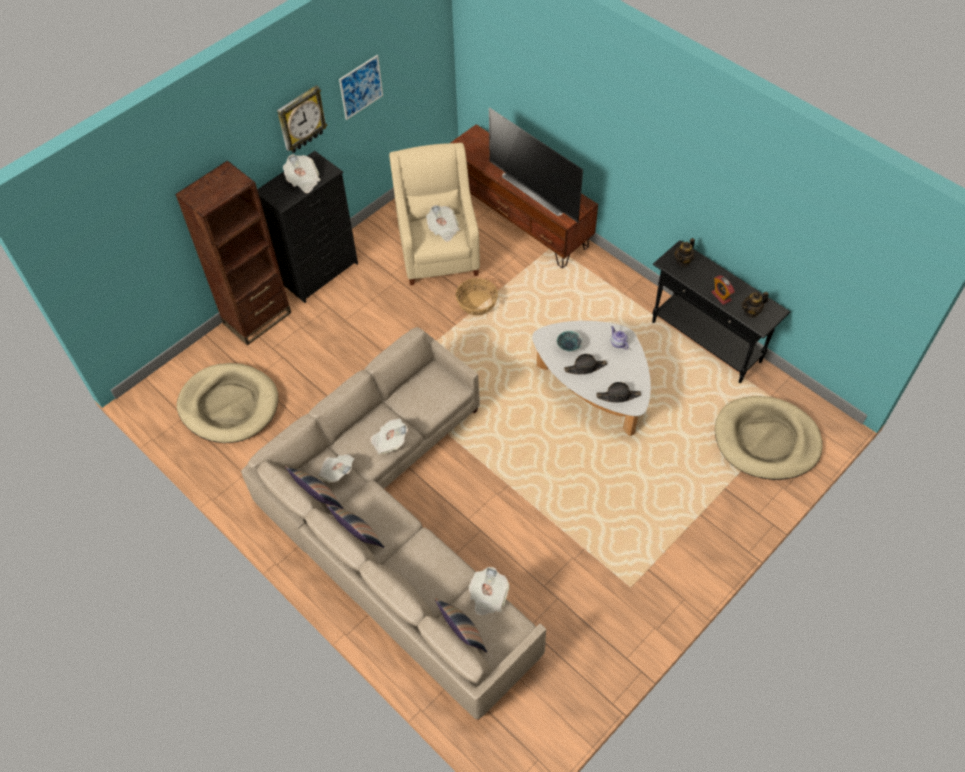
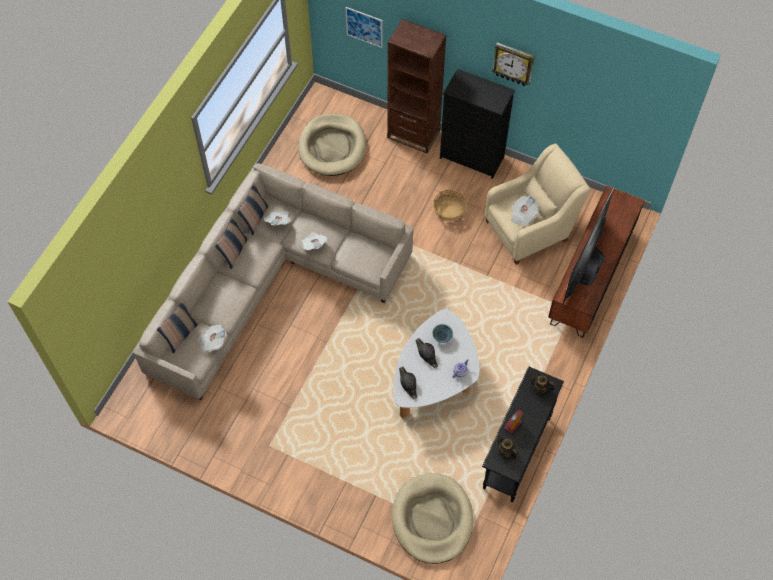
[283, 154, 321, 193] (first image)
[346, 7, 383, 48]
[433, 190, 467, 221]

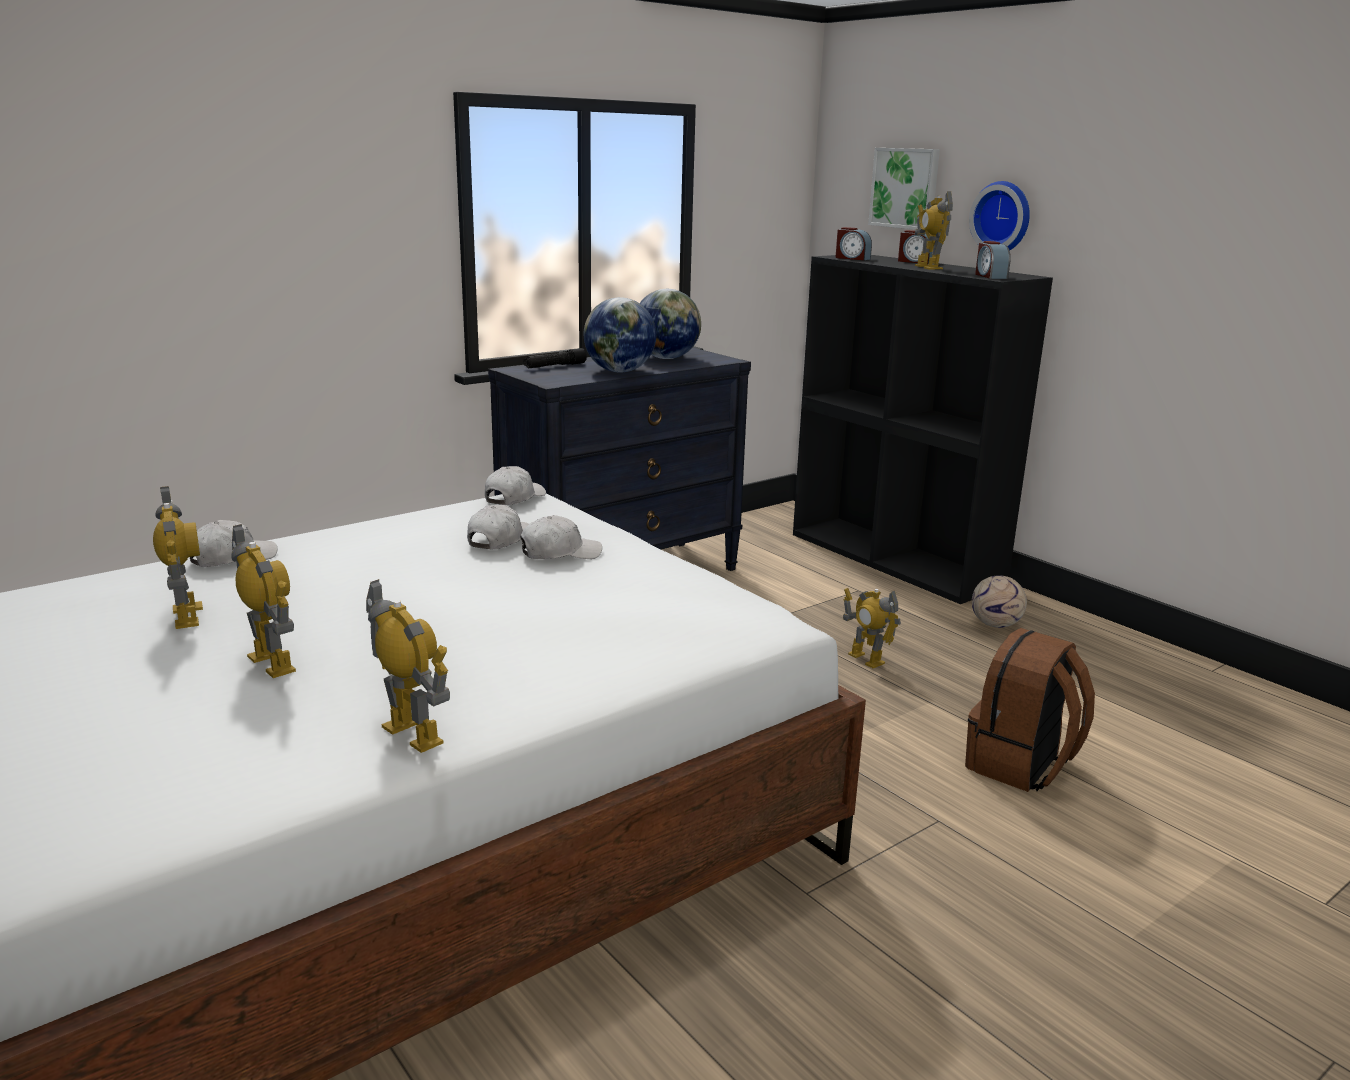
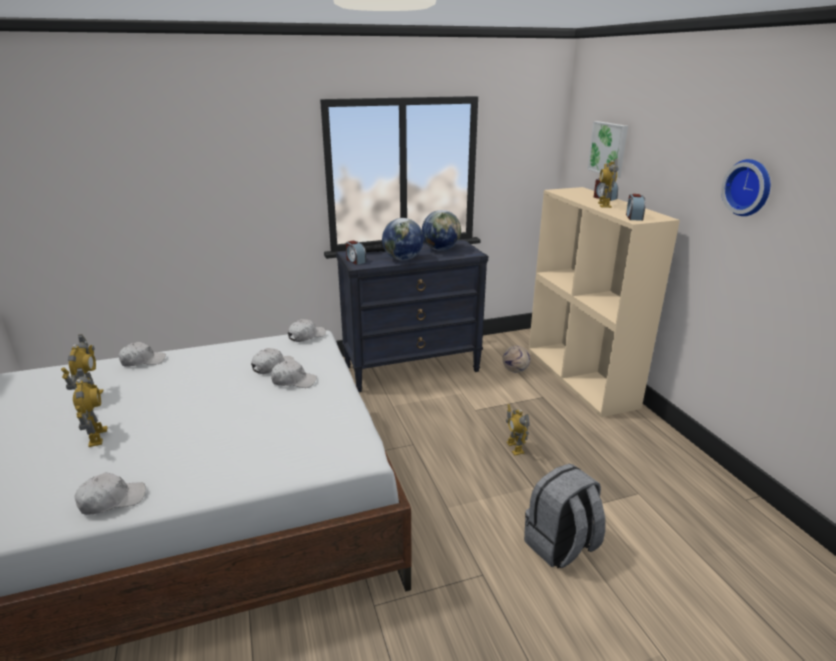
[346, 241, 366, 265]
[721, 159, 770, 216]
[503, 346, 530, 373]
[74, 472, 146, 515]
[529, 187, 680, 417]
[524, 464, 605, 568]

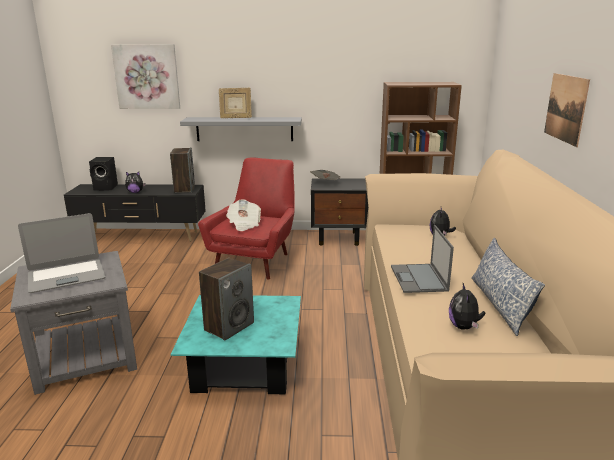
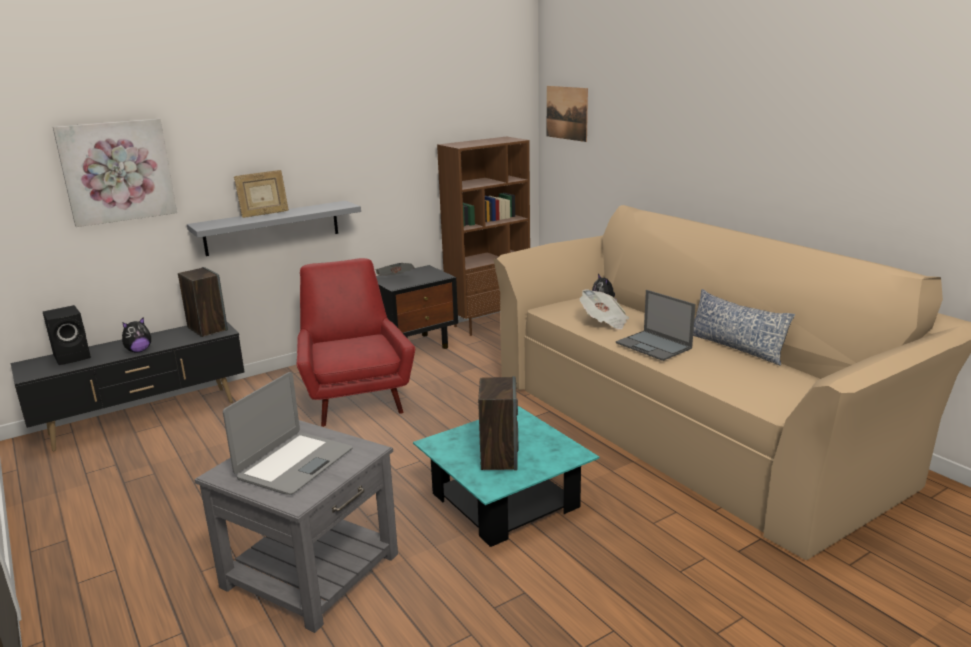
[449, 283, 485, 330] (first image)
[580, 289, 629, 330]
[547, 86, 588, 142]

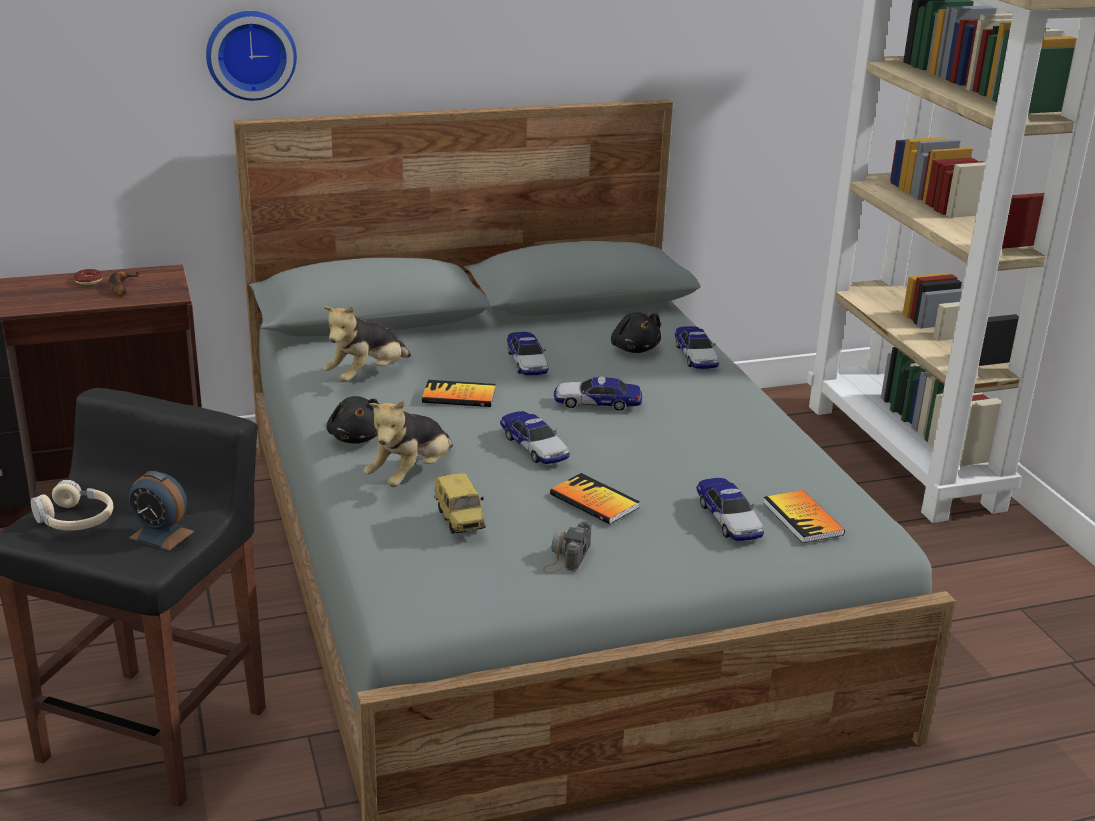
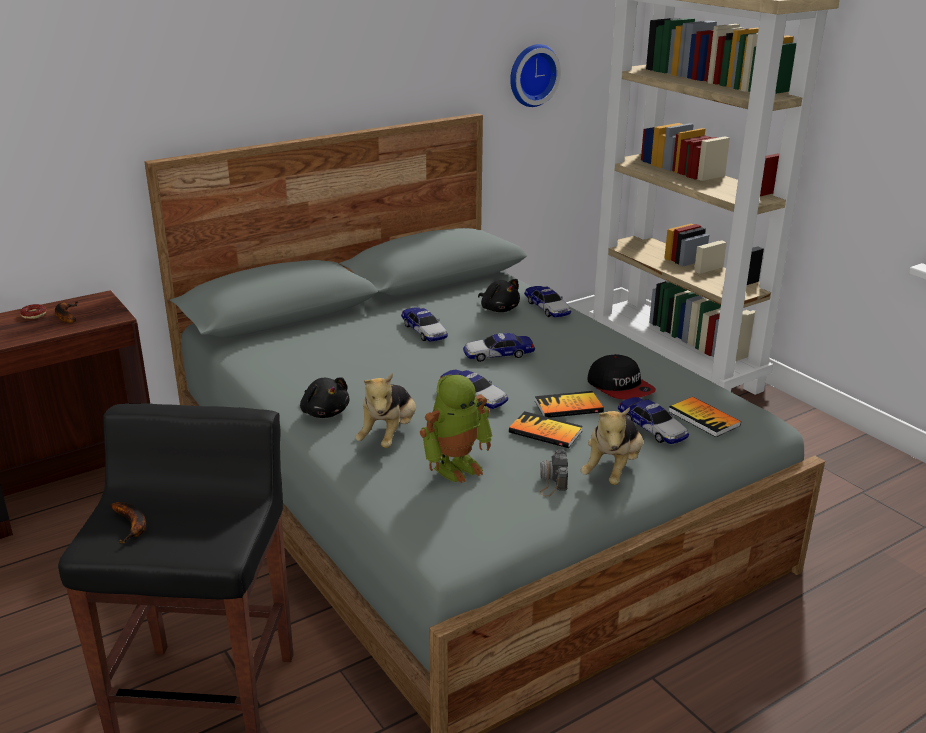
[129, 471, 194, 551] (first image)
[587, 354, 656, 400]
[510, 44, 561, 107]
[581, 407, 643, 485]
[535, 391, 604, 418]
[110, 502, 146, 544]
[420, 374, 493, 483]

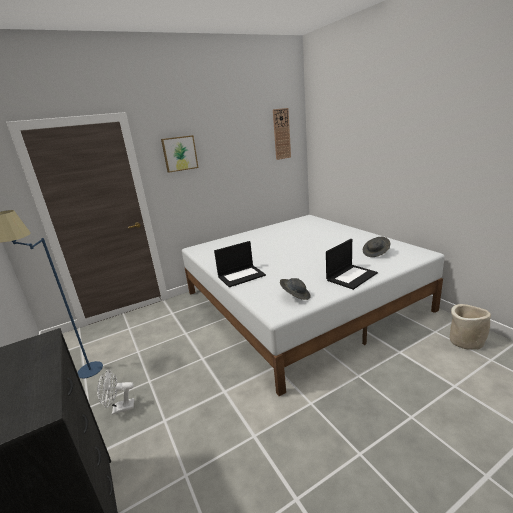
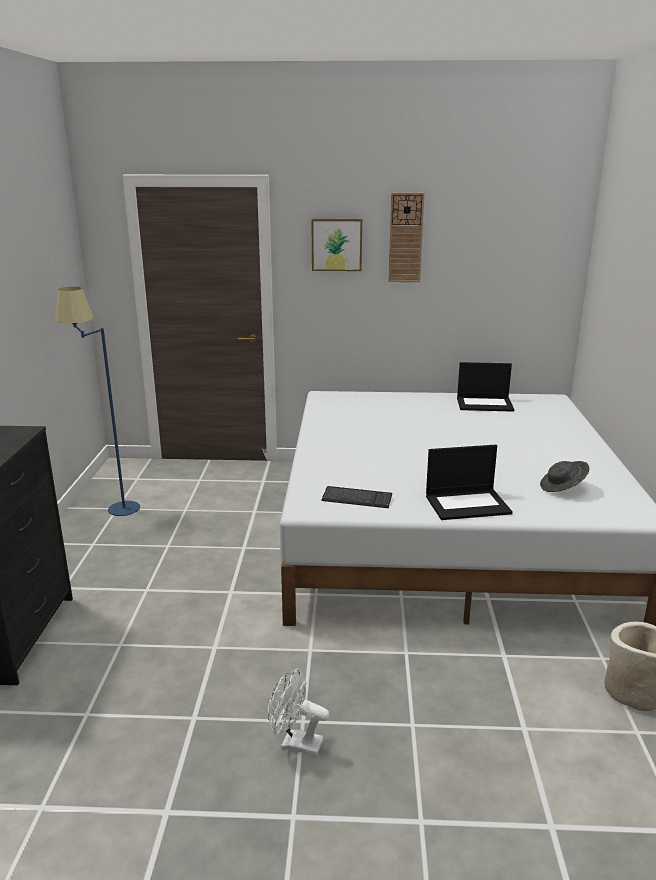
[268, 668, 329, 756]
[457, 362, 514, 412]
[388, 193, 424, 282]
[321, 486, 392, 508]

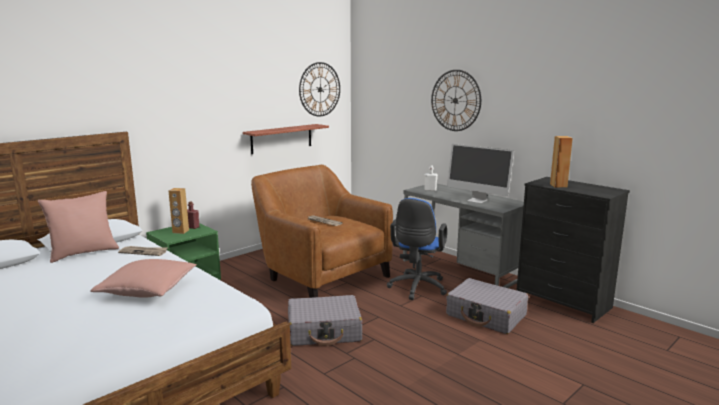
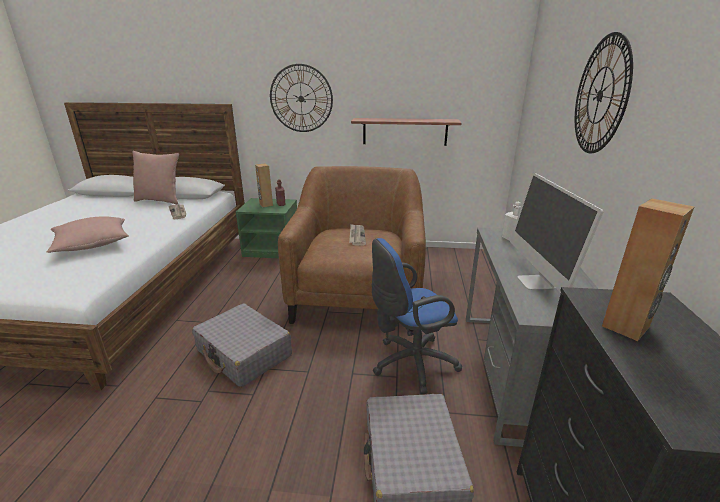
[270, 64, 333, 132]

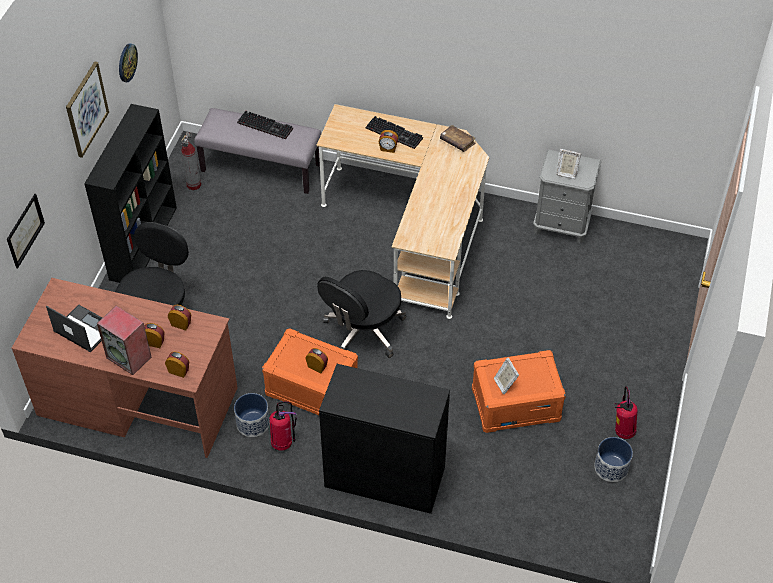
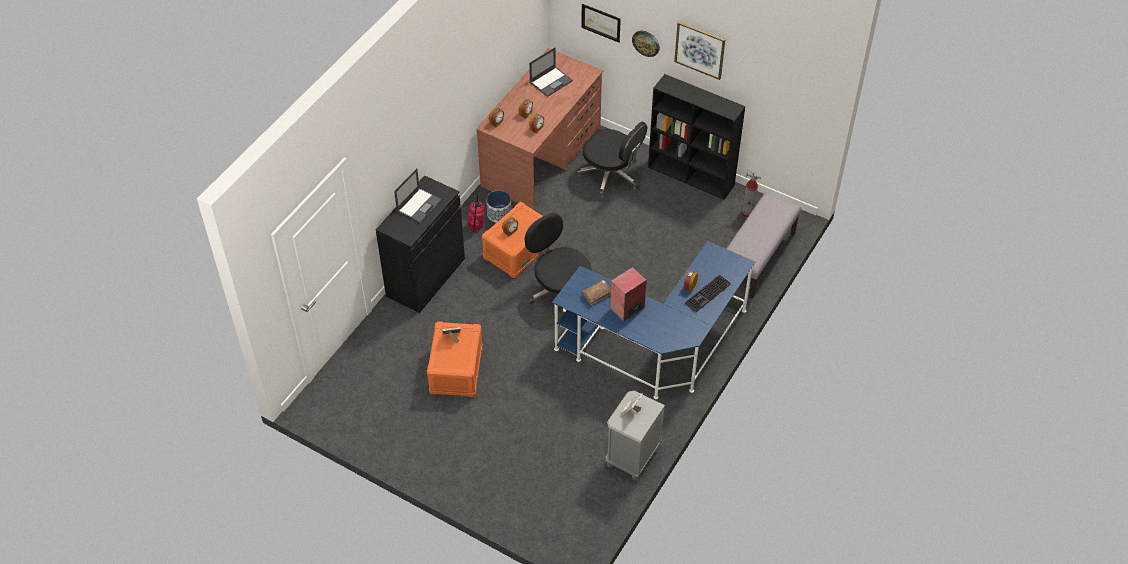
[237, 110, 293, 139] (first image)
[594, 437, 633, 482] (first image)
[615, 386, 637, 439] (first image)
[394, 168, 442, 223]
[610, 267, 647, 321]
[632, 31, 660, 57]
[581, 279, 611, 306]
[552, 241, 755, 399]

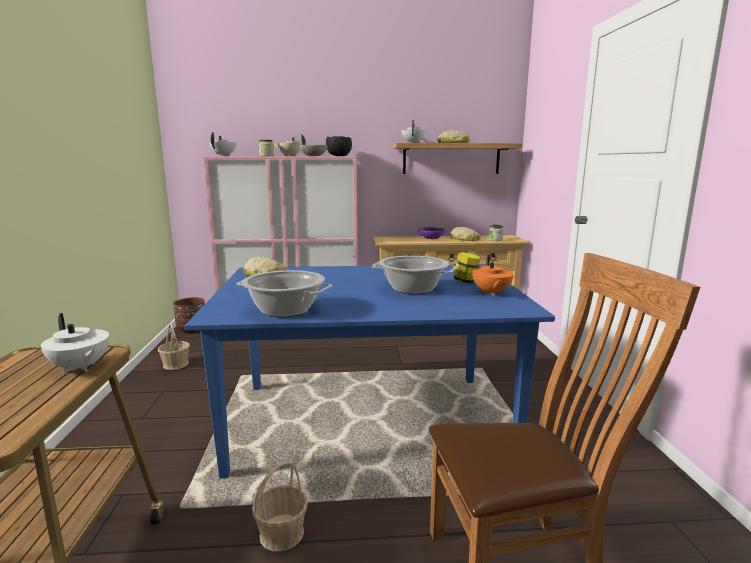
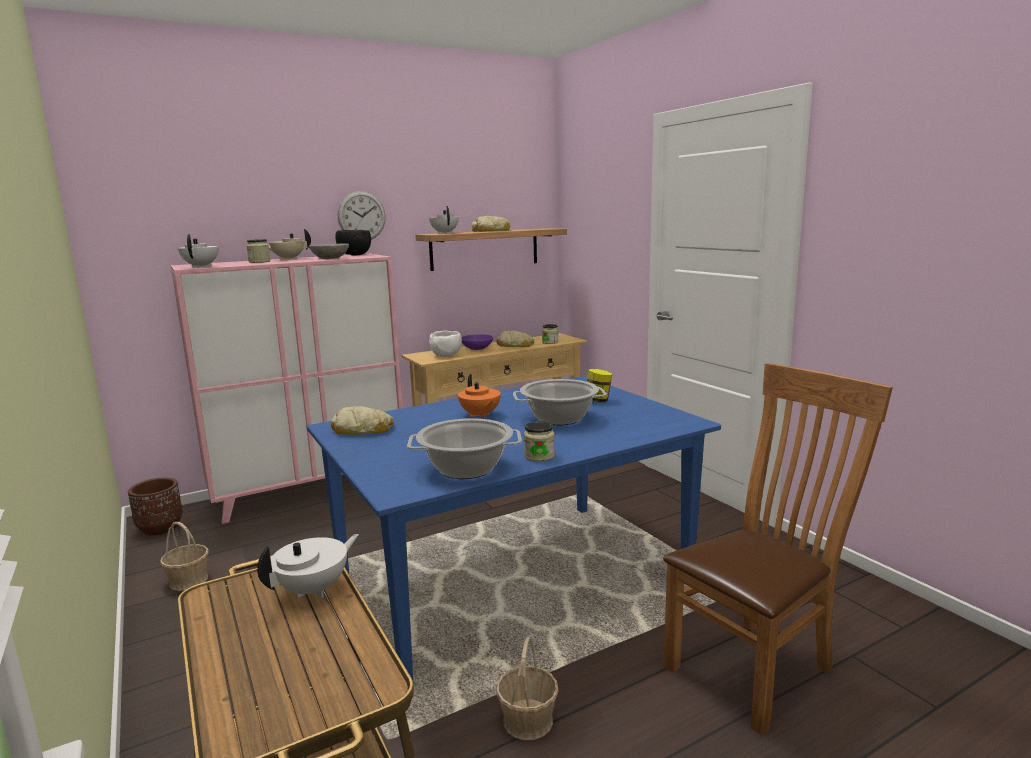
[338, 191, 386, 240]
[429, 330, 462, 357]
[524, 421, 555, 462]
[458, 374, 501, 418]
[257, 534, 359, 598]

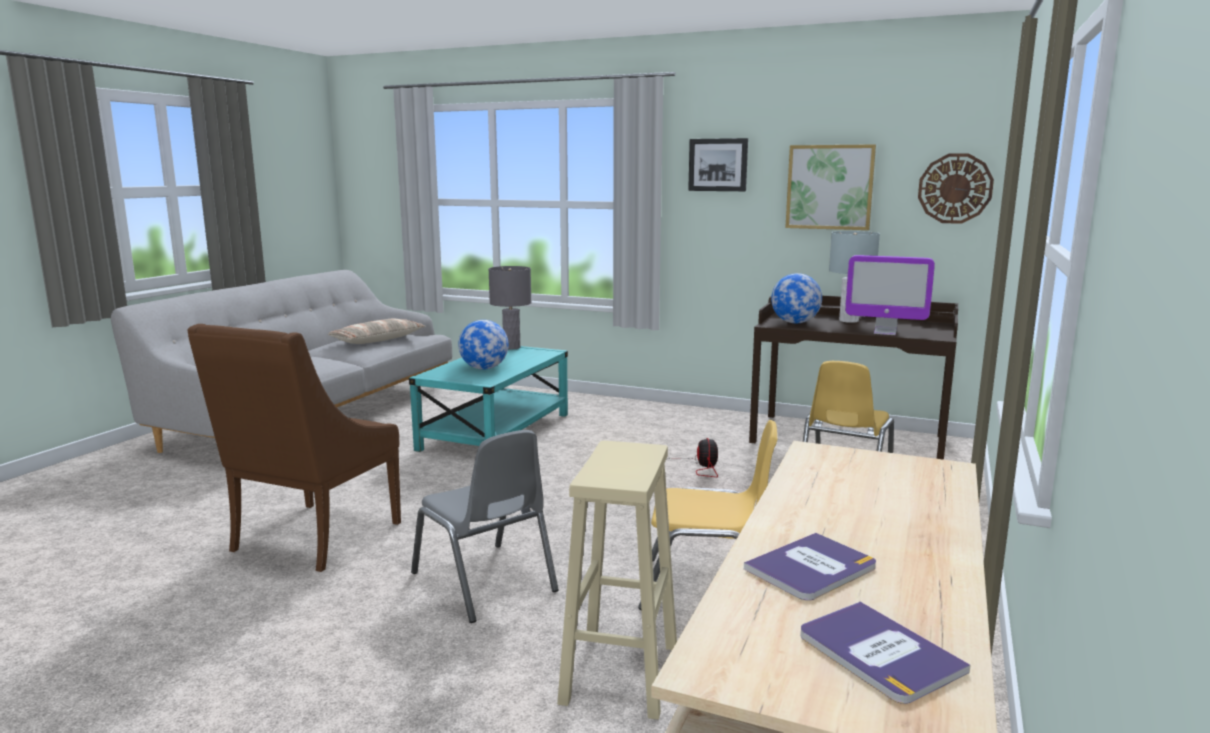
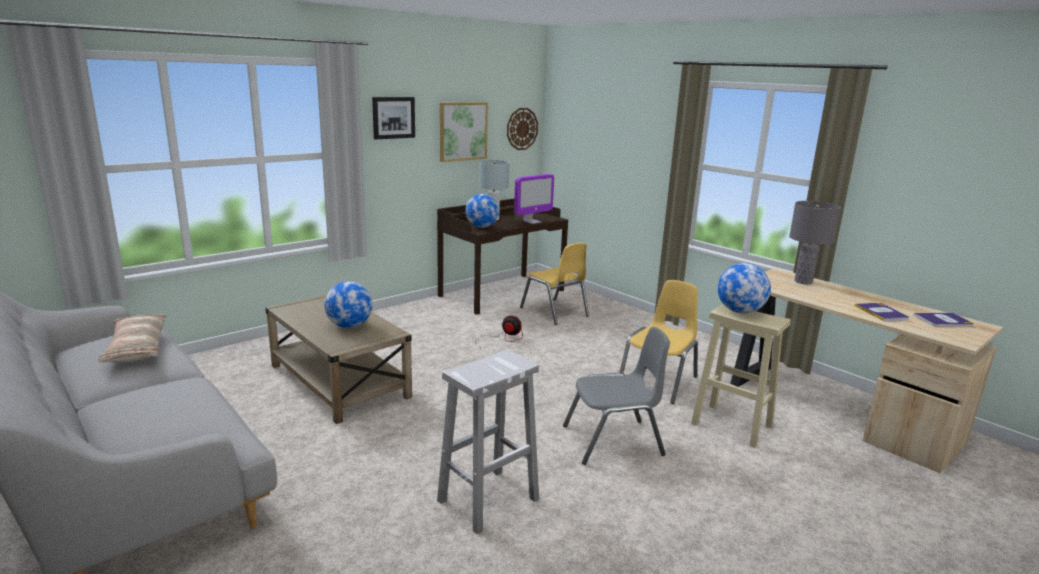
[718, 263, 771, 313]
[789, 201, 841, 285]
[437, 349, 539, 534]
[265, 295, 412, 424]

